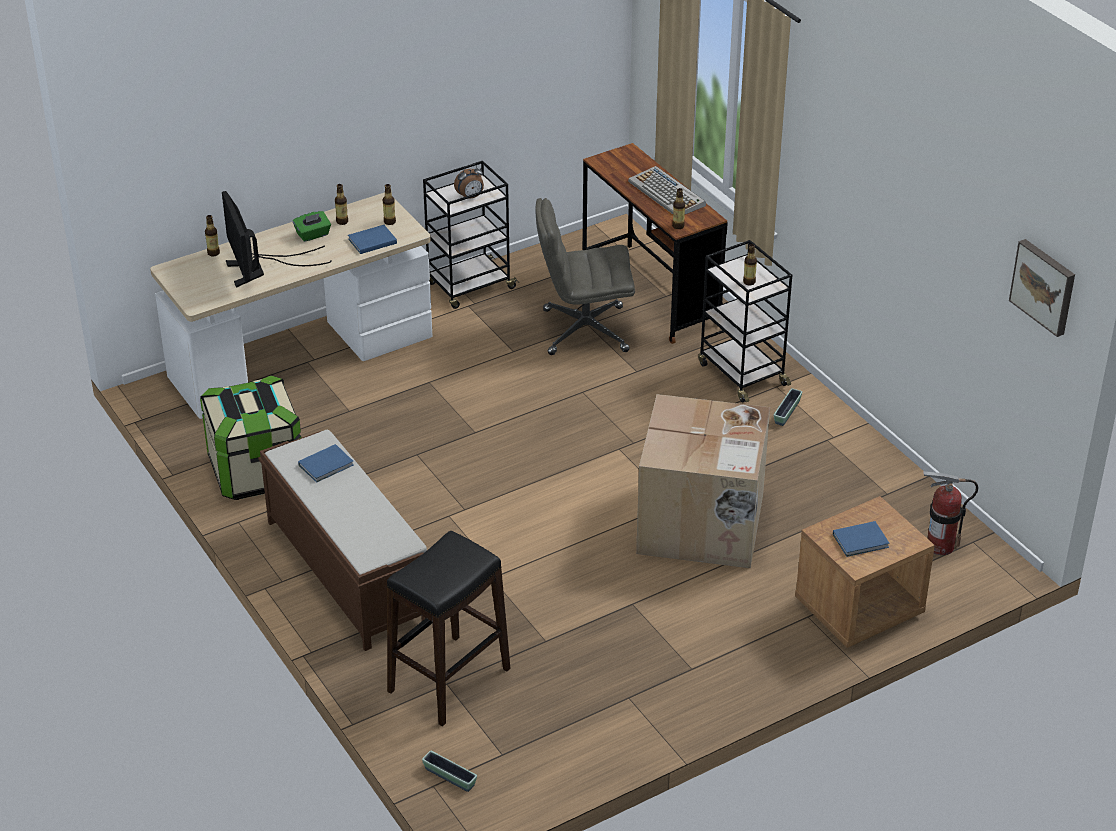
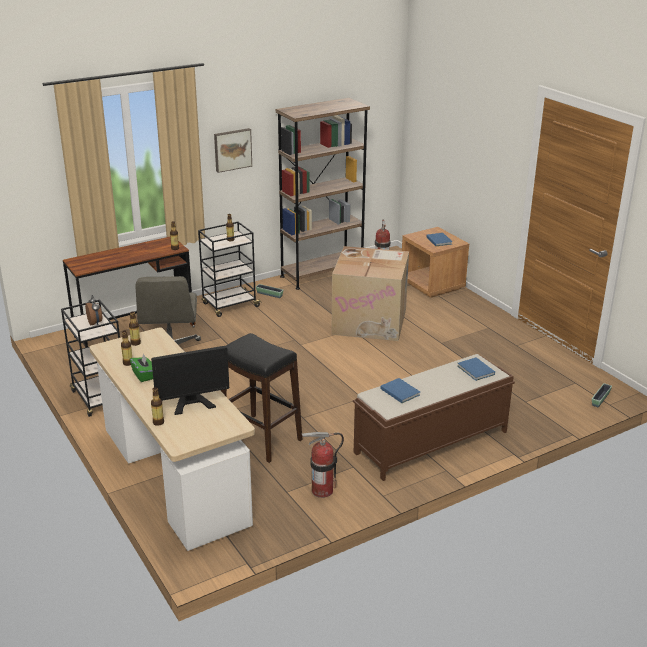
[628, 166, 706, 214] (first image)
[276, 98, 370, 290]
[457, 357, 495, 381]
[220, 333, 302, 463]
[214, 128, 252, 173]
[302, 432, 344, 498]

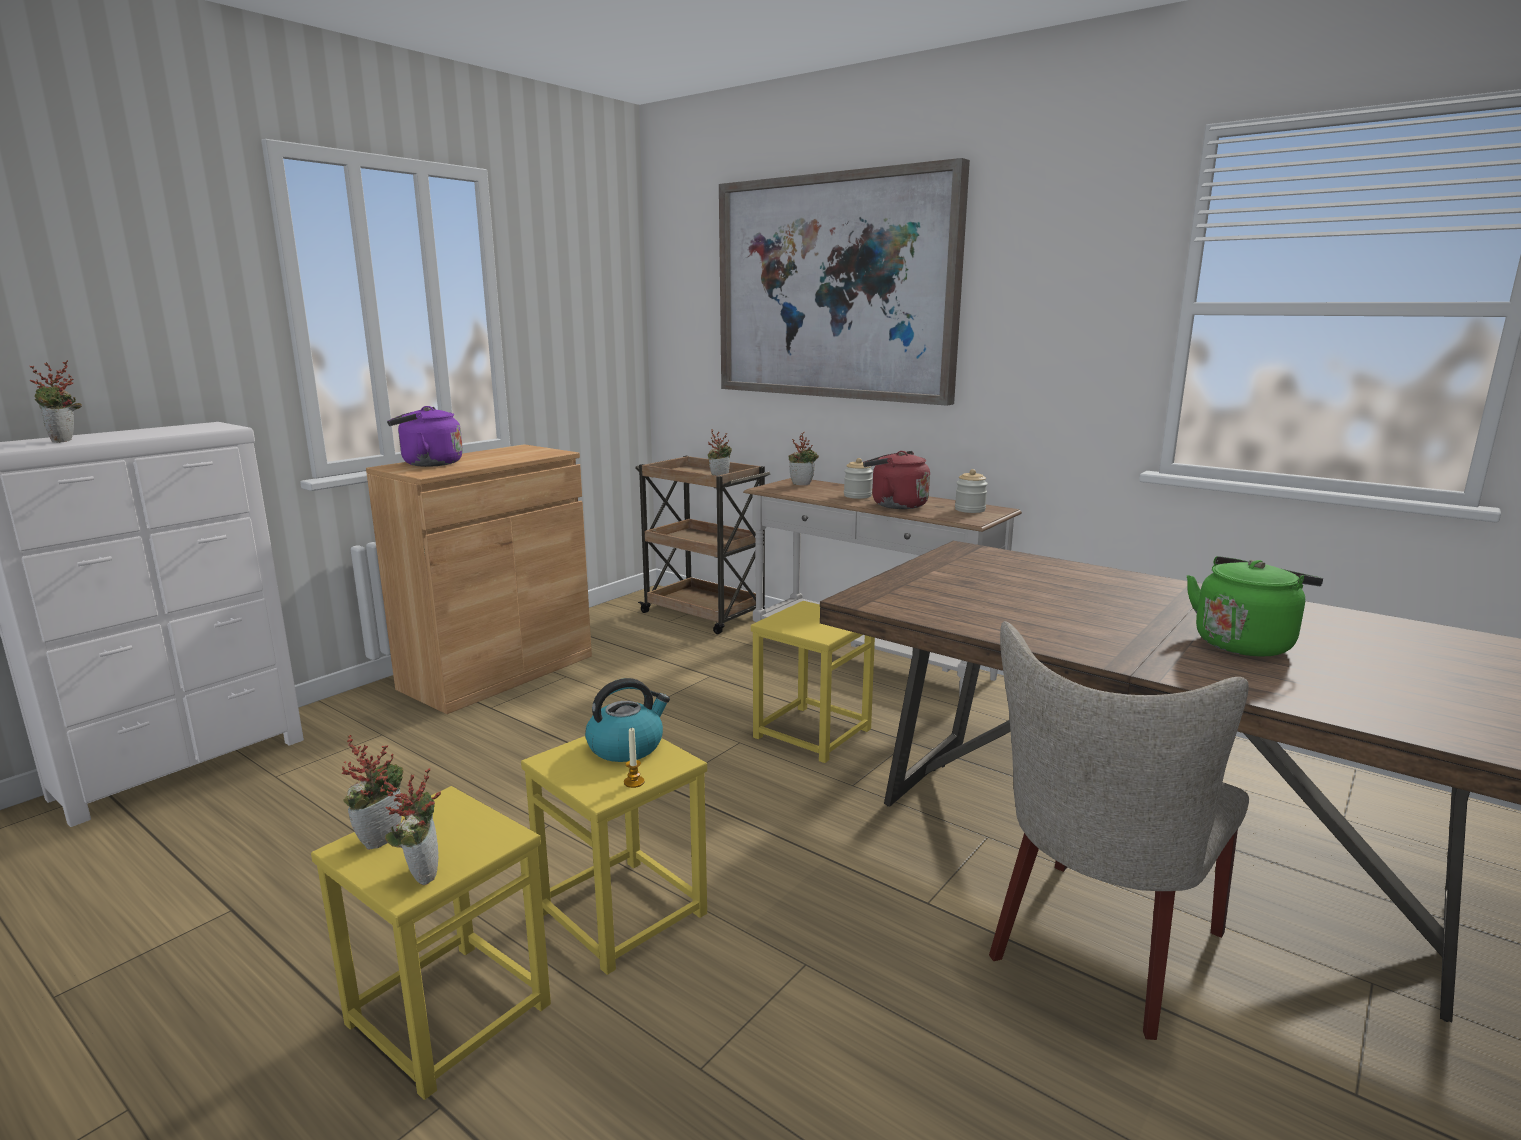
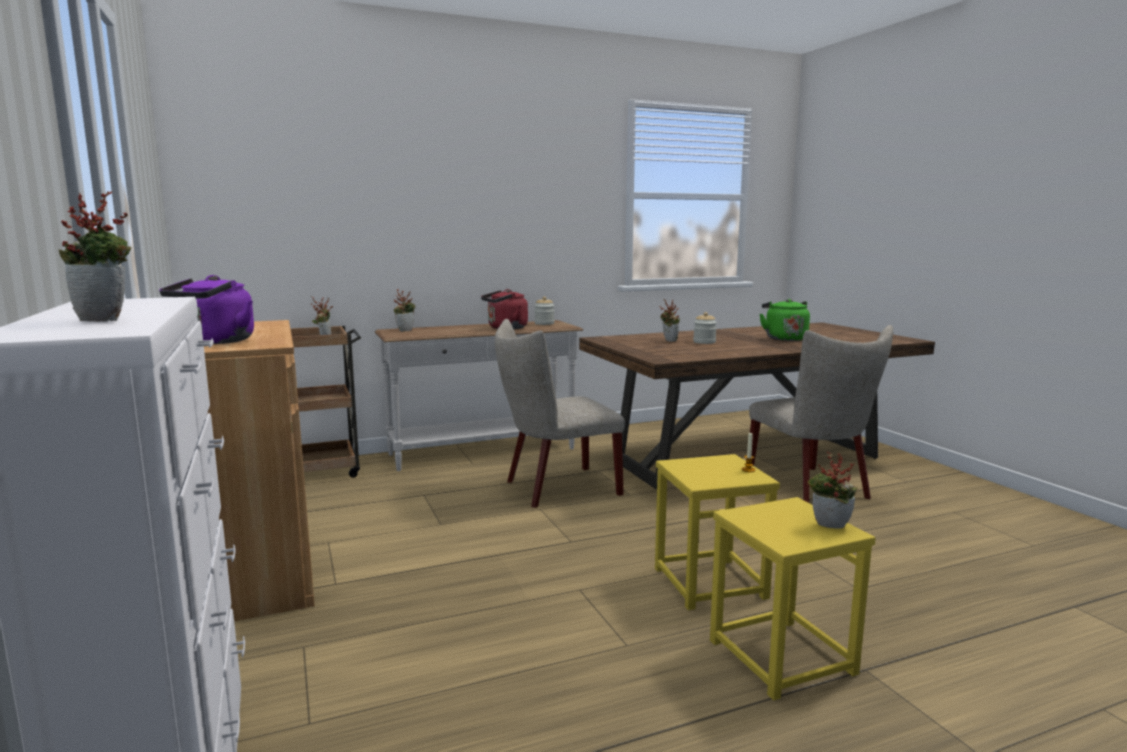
[585, 678, 670, 762] (first image)
[719, 158, 970, 406] (first image)
[659, 299, 680, 342]
[693, 312, 717, 344]
[495, 319, 625, 508]

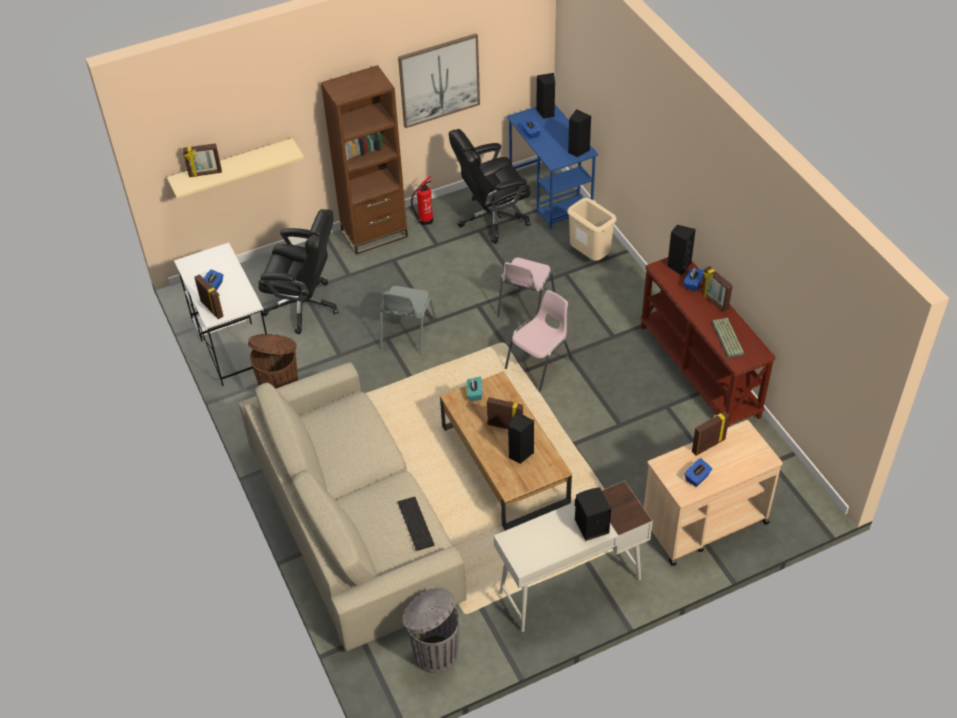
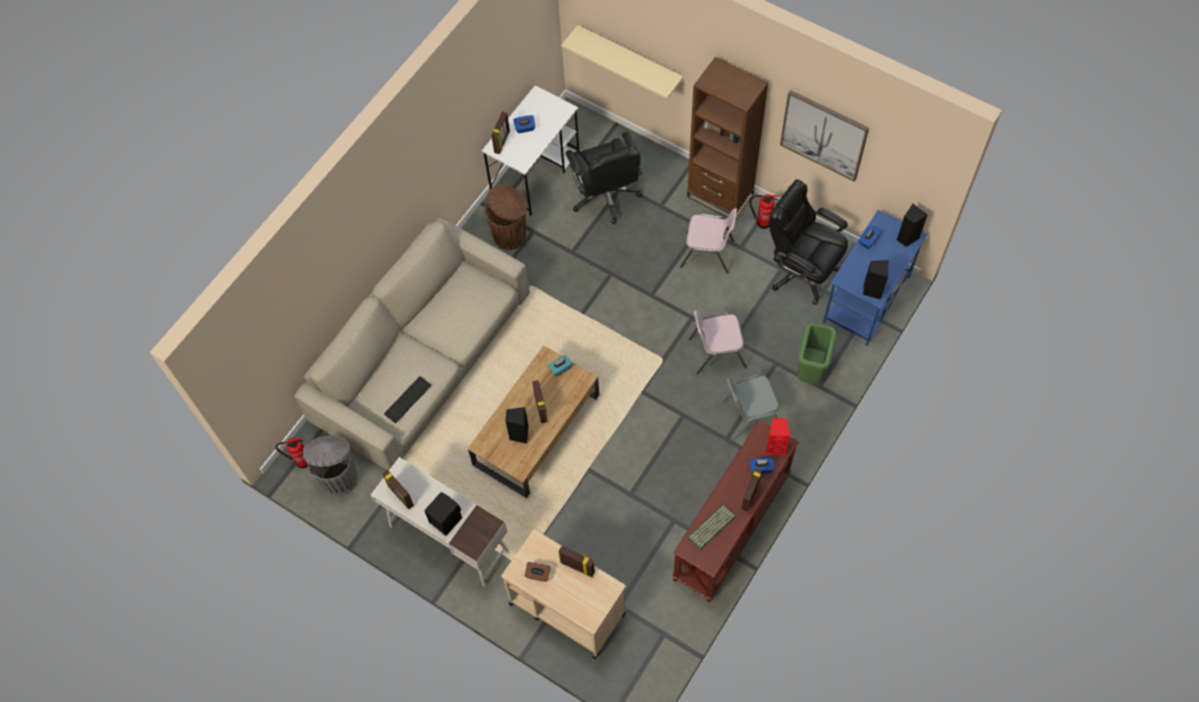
[276, 437, 308, 468]
[382, 470, 414, 509]
[719, 375, 779, 441]
[680, 208, 737, 274]
[797, 322, 837, 384]
[766, 418, 791, 455]
[525, 562, 551, 582]

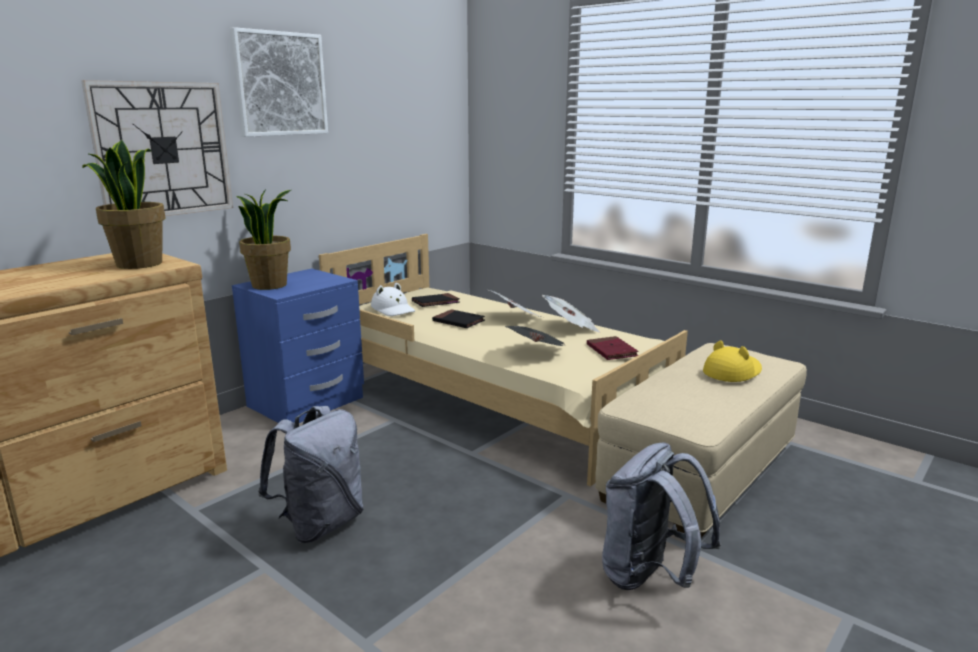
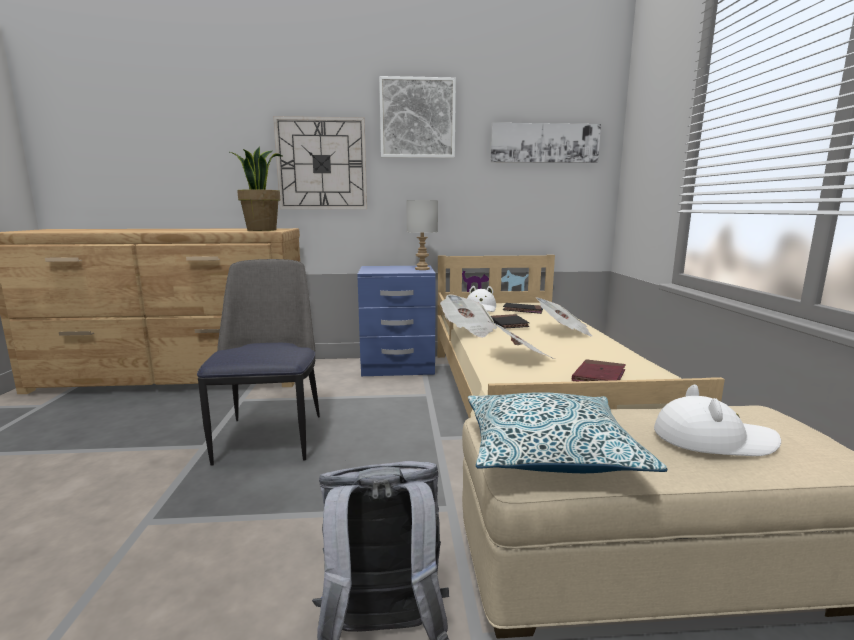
[236, 189, 291, 290] (first image)
[406, 200, 438, 270]
[468, 392, 667, 473]
[490, 123, 601, 163]
[440, 294, 497, 338]
[197, 259, 320, 466]
[654, 384, 781, 456]

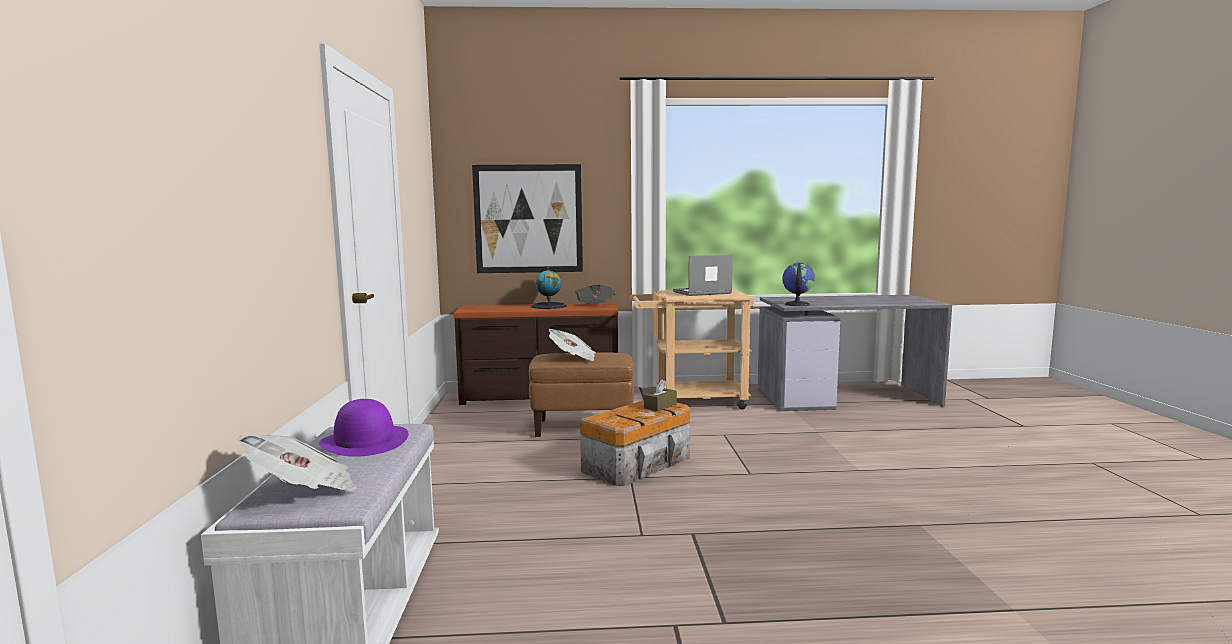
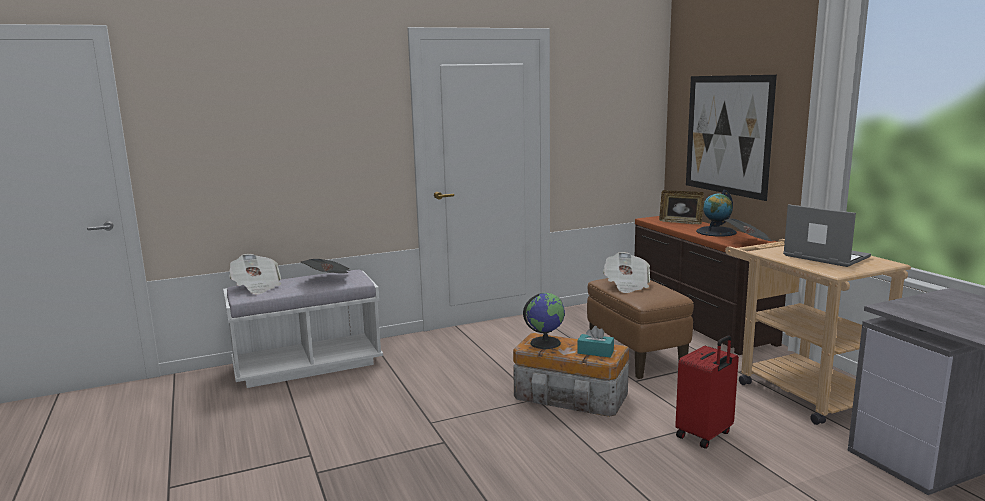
[659, 190, 704, 225]
[675, 335, 739, 449]
[523, 293, 565, 349]
[300, 259, 350, 273]
[577, 326, 614, 357]

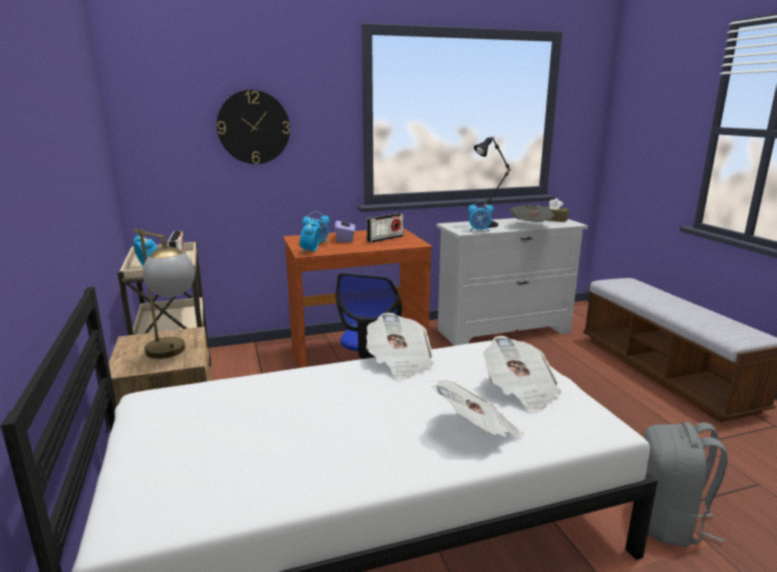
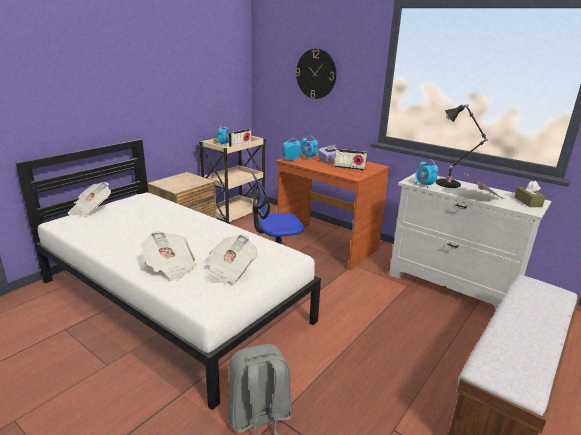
[133, 229, 195, 359] (first image)
[68, 182, 111, 216]

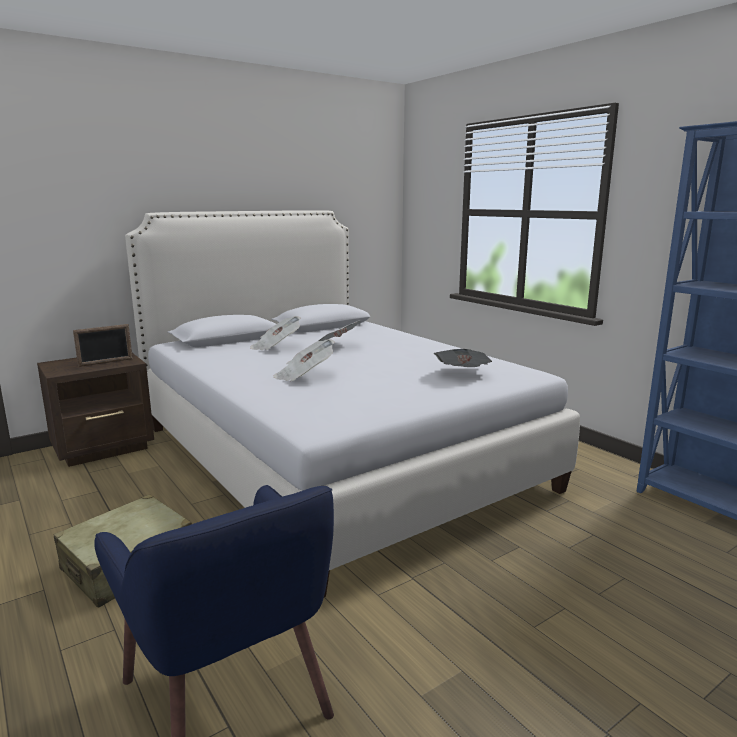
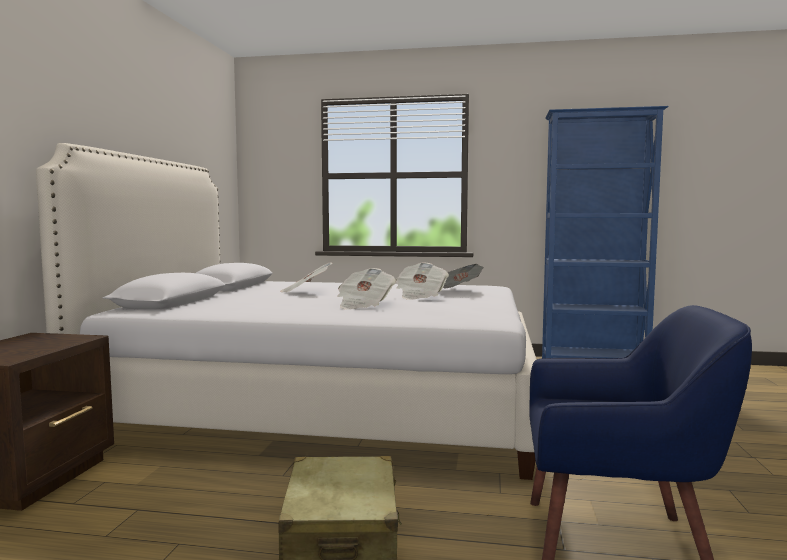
[73, 324, 133, 367] (first image)
[396, 262, 449, 300]

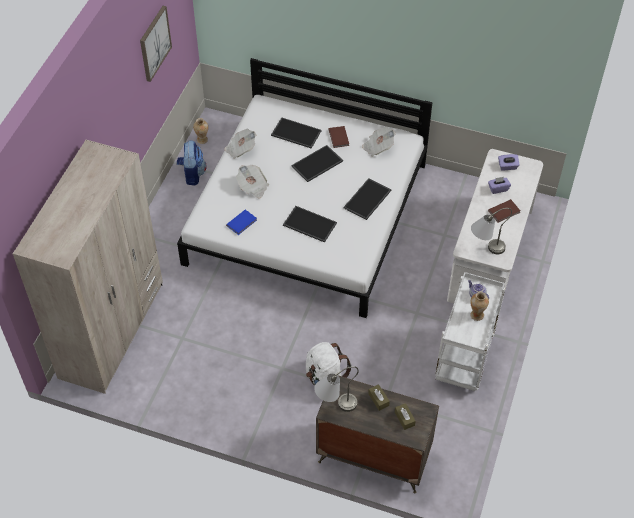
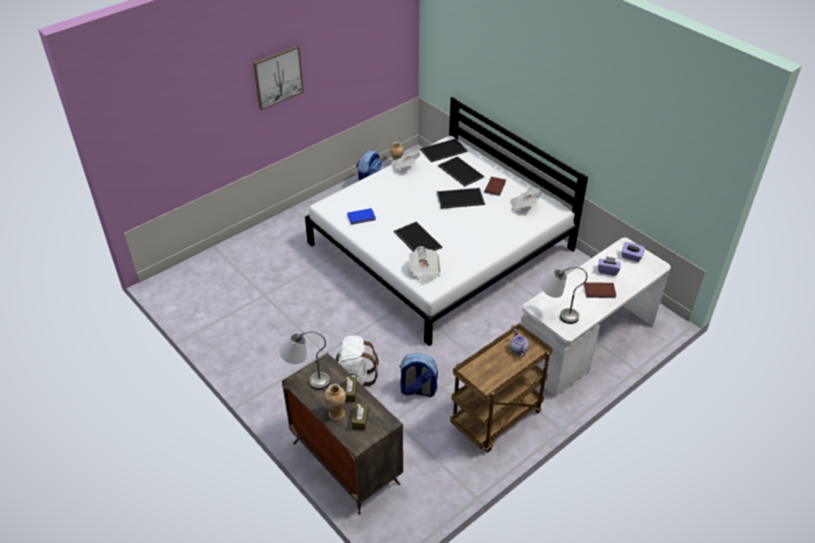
[13, 140, 163, 394] (first image)
[399, 353, 438, 397]
[253, 46, 304, 110]
[409, 246, 441, 284]
[420, 138, 468, 162]
[324, 384, 346, 420]
[450, 323, 553, 452]

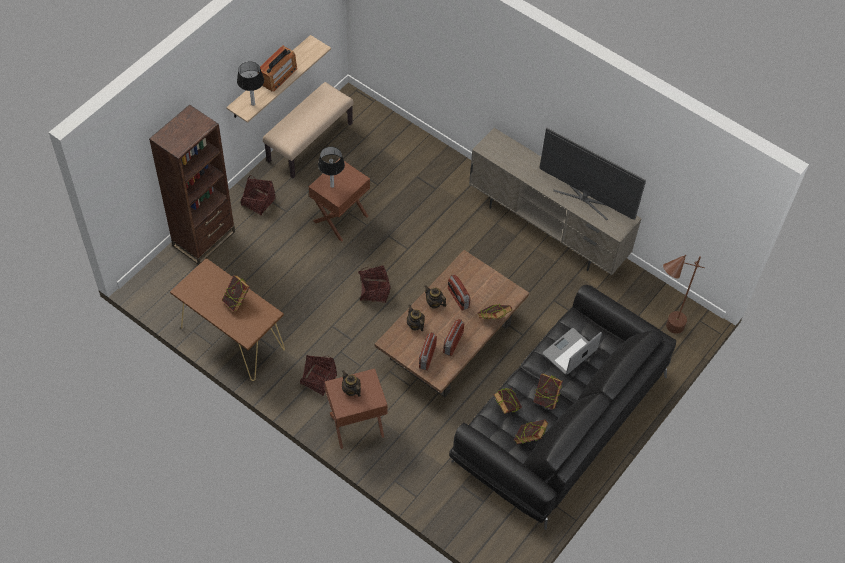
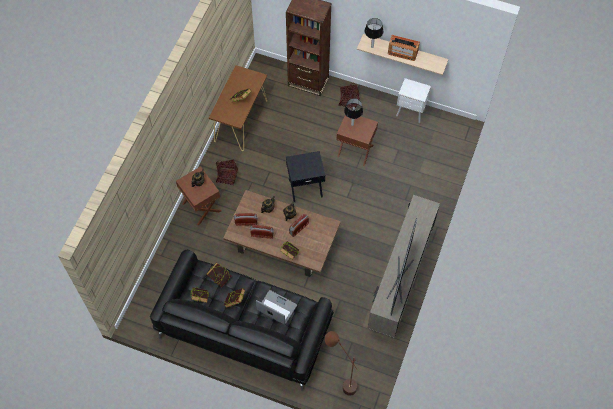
[396, 78, 431, 123]
[286, 151, 325, 202]

